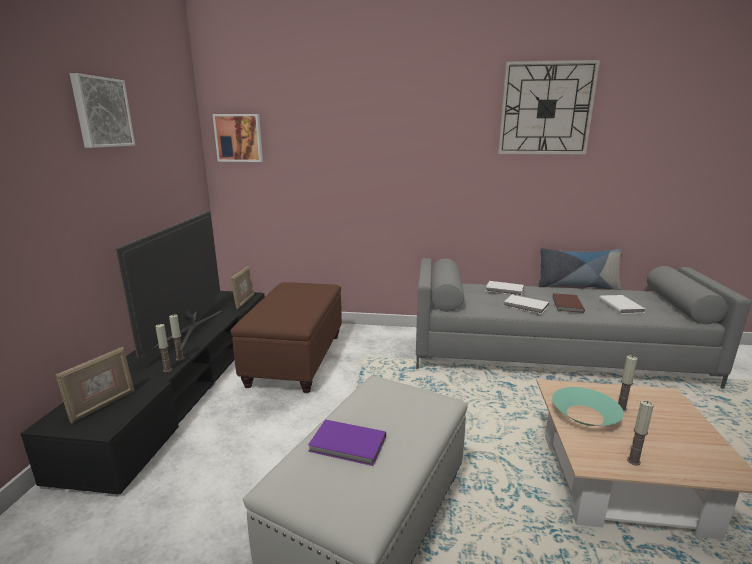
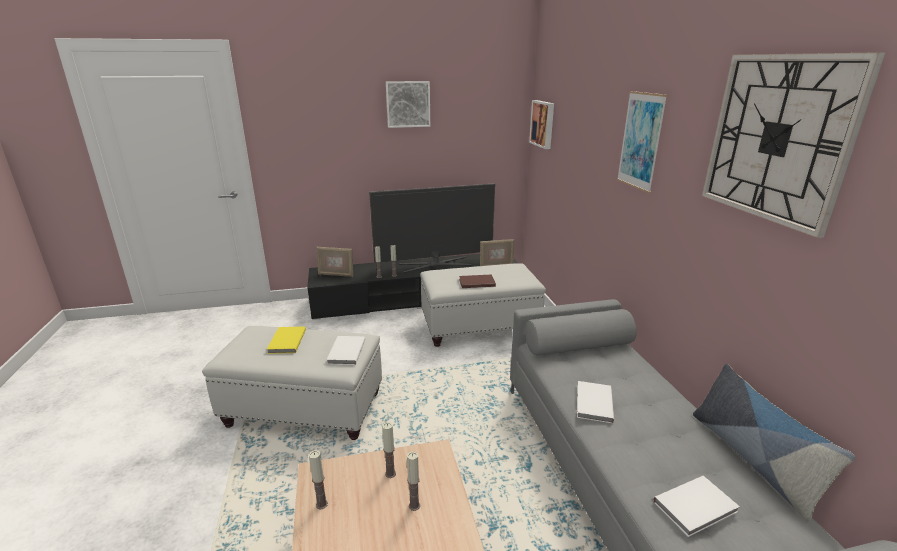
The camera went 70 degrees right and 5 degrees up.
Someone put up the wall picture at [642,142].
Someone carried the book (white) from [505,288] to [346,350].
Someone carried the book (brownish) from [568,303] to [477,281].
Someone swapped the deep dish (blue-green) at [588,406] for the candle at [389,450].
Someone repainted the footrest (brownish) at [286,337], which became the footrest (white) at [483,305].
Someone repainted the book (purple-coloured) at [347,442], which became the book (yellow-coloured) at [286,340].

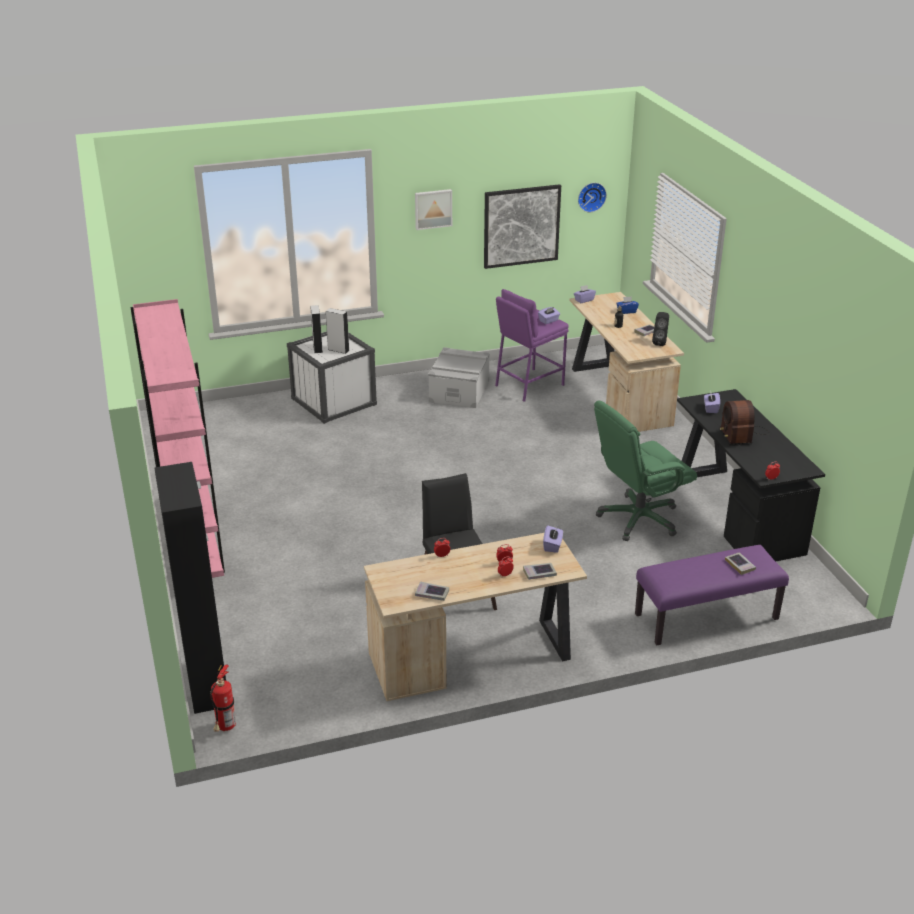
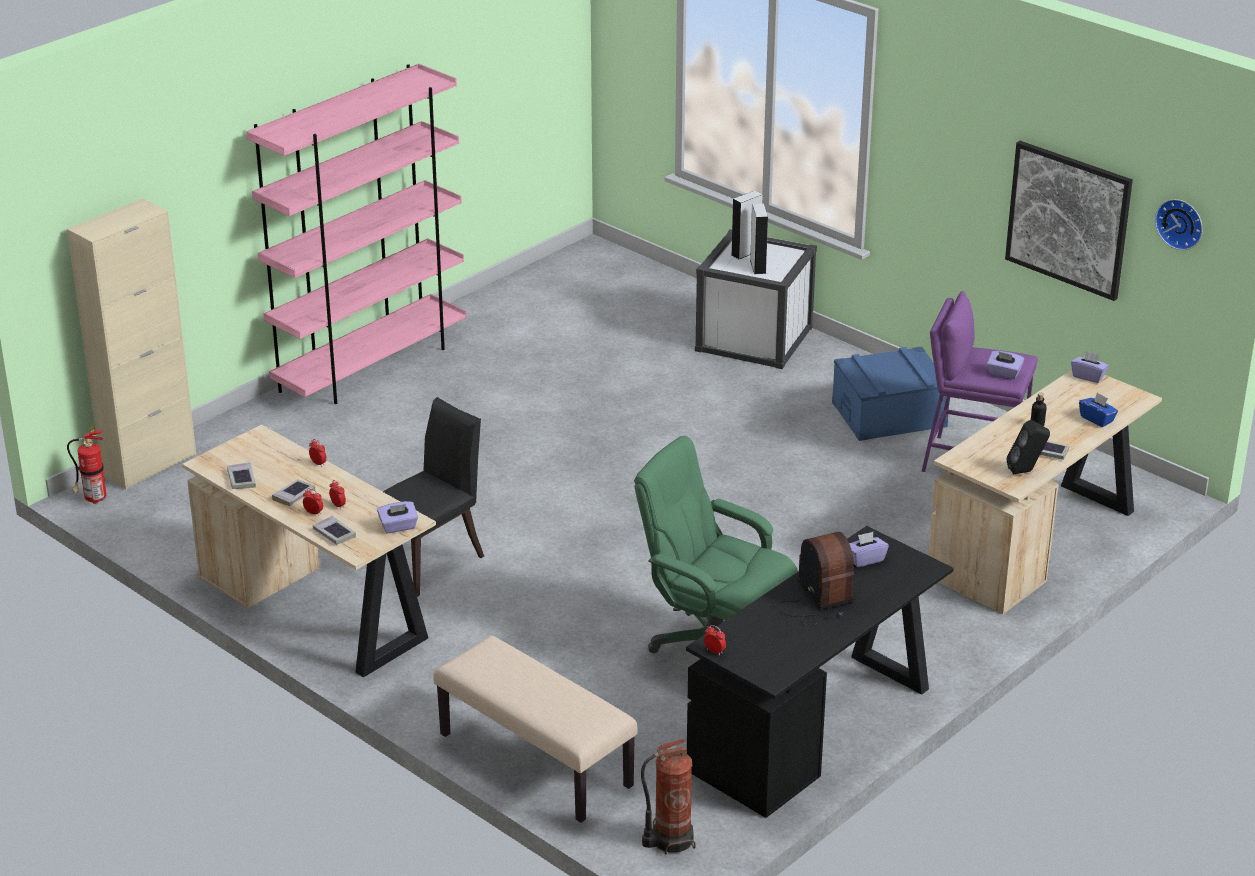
The camera went 60 degrees right and 0 degrees up.
Someone took away the wall picture at [433,209].
Someone put down the fire extinguisher at [668,797].
Someone carried the book from [740,563] to [293,492].
Someone repainted the cabinet (black) at [190,588], which became the cabinet (sand-coloured) at [131,344].
Someone repainted the storage box (gray) at [459,377], which became the storage box (blue) at [890,393].
Someone repainted the indoor bench (purple-coloured) at [712,595], which became the indoor bench (sand-coloured) at [535,729].
Someone rotated the radio at [745,423] by 105 degrees clockwise.

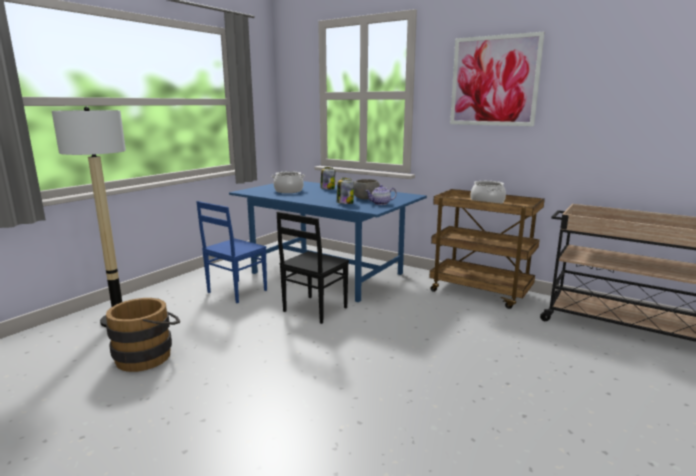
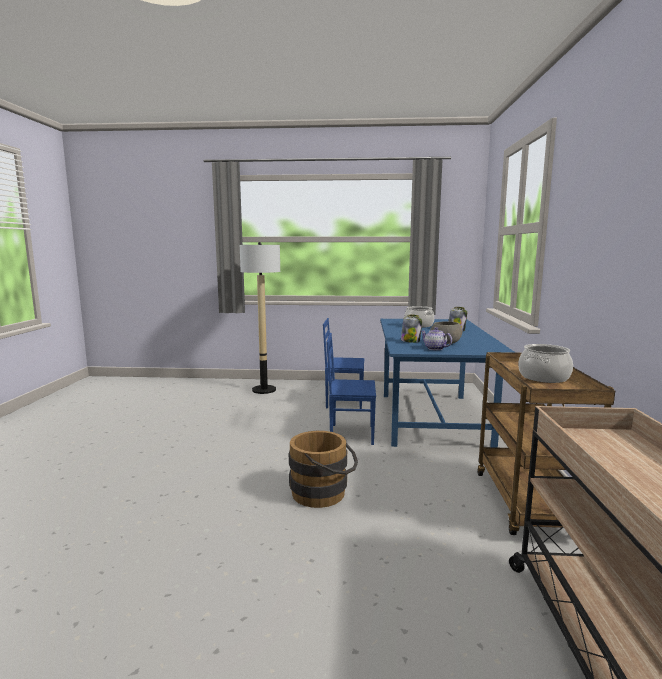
The camera went 60 degrees right and 5 degrees down.
Someone took away the wall picture at [497,79].
Someone carried the water bucket (brownish) from [143,335] to [323,469].
Someone repainted the upright chair (black) at [312,268], which became the upright chair (blue) at [351,389].

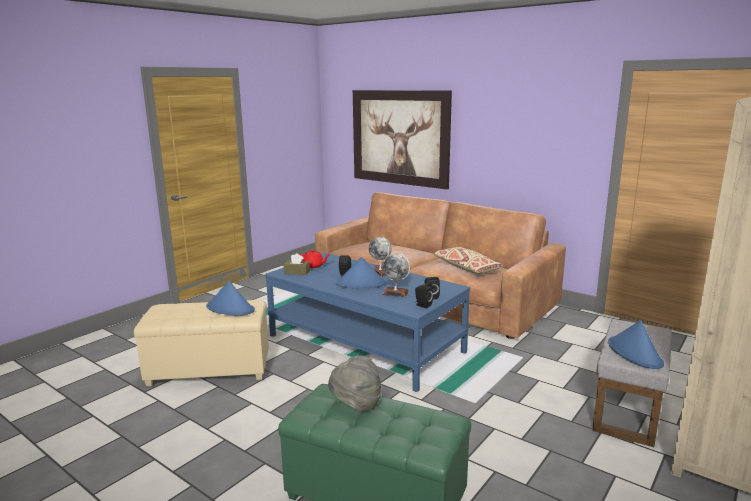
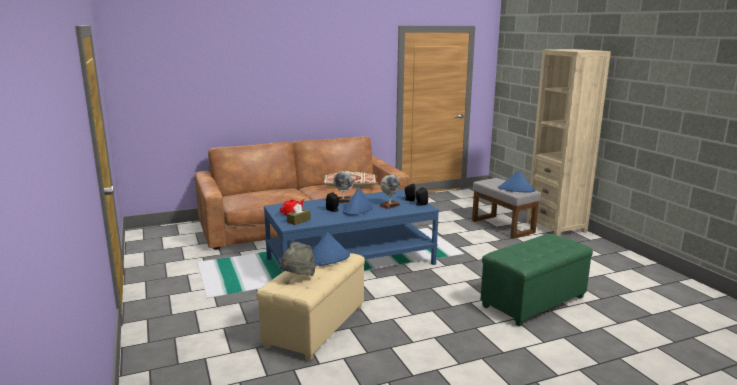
The camera went 60 degrees left and 0 degrees up.
Someone took away the wall picture at [402,139].
Someone carried the hat (gray) from [354,384] to [298,259].

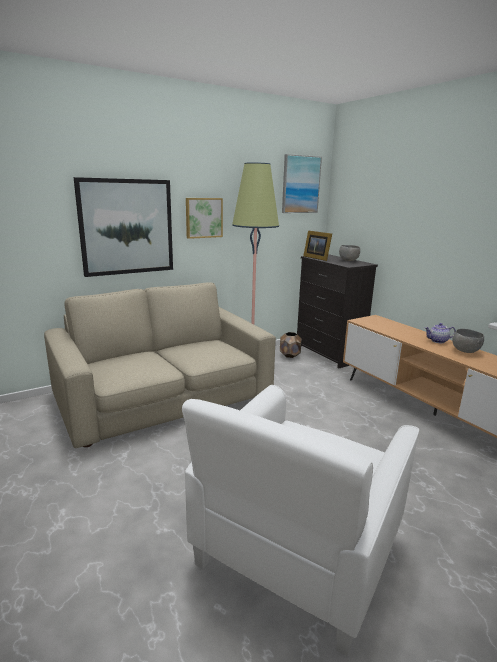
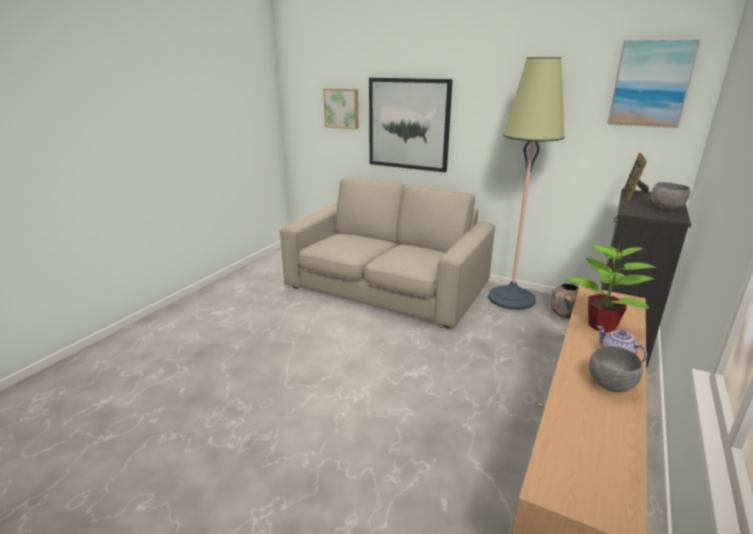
The camera went 60 degrees right and 5 degrees up.
Someone took away the armchair (white) at [300,520].
Someone put down the potted plant at [611,285].
Someone carried the wall picture from [204,218] to [341,108].

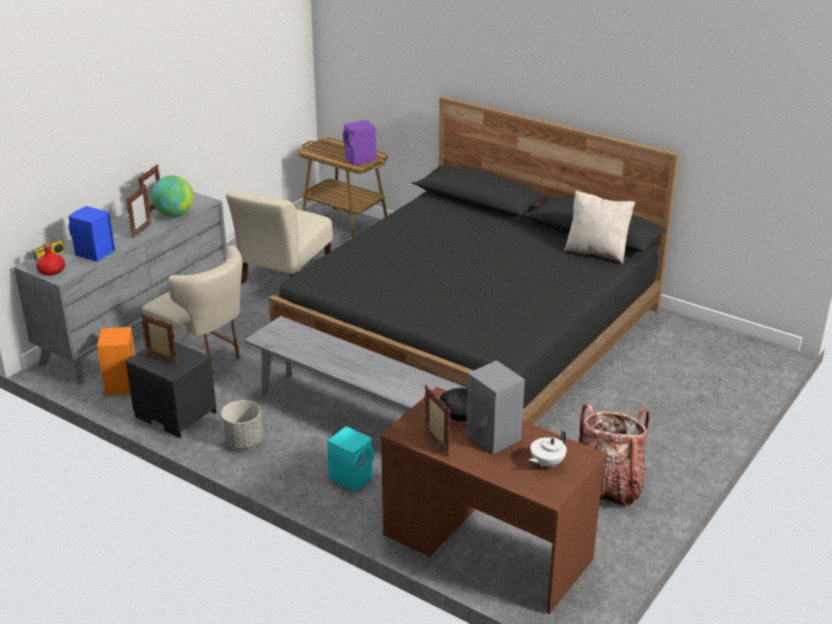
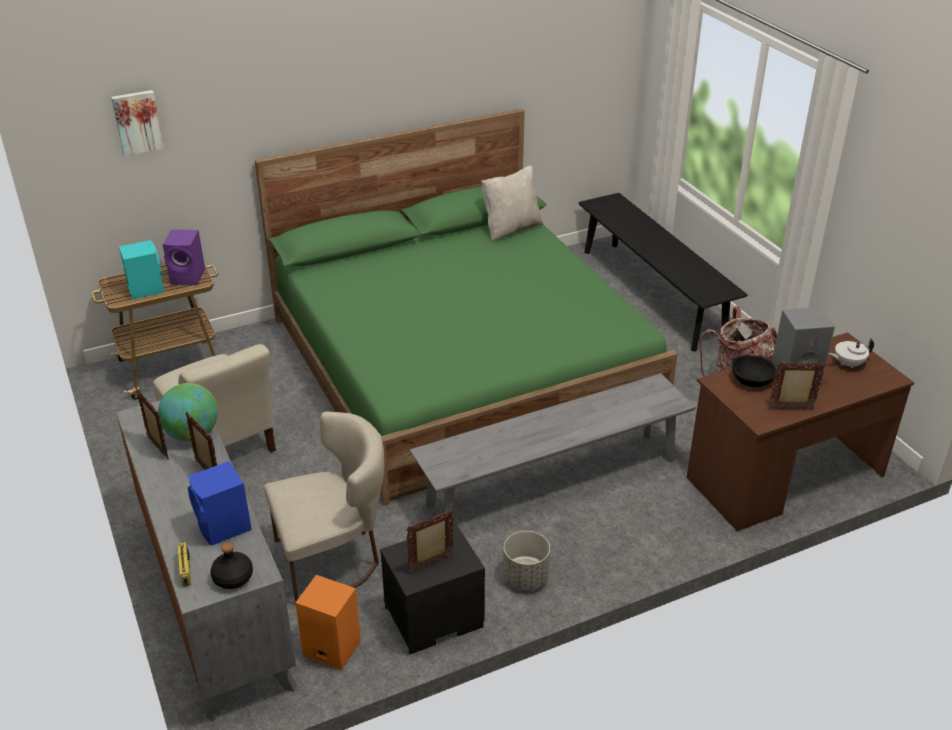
The camera went 60 degrees left and 5 degrees up.
Someone put up the wall picture at [137,123].
Someone put down the indoor bench (black) at [663,272].
Someone carried the loudspeaker (blue-green) from [350,458] to [141,269].
Someone repainted the beverage bottle (red) at [50,259], which became the beverage bottle (black) at [231,566].
Someone repainted the sleeping bed (black) at [474,260], which became the sleeping bed (green) at [466,307].
Someone rotated the tea pot (white) at [548,449] by 90 degrees clockwise.

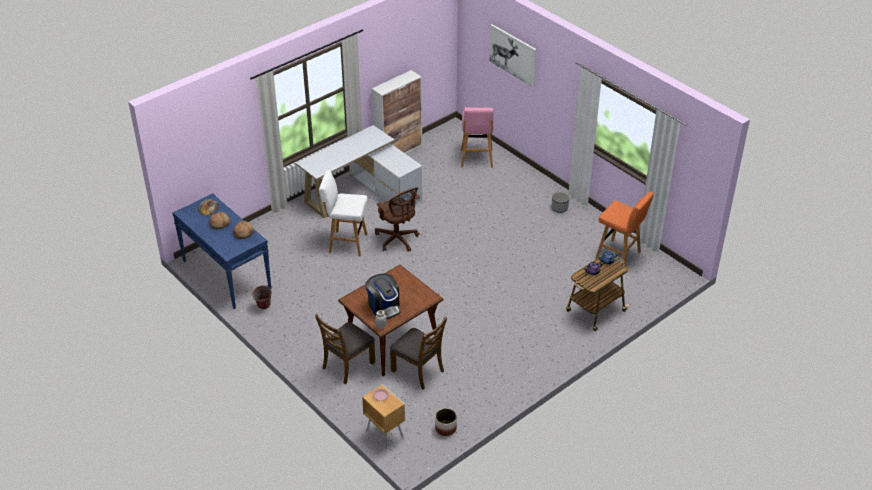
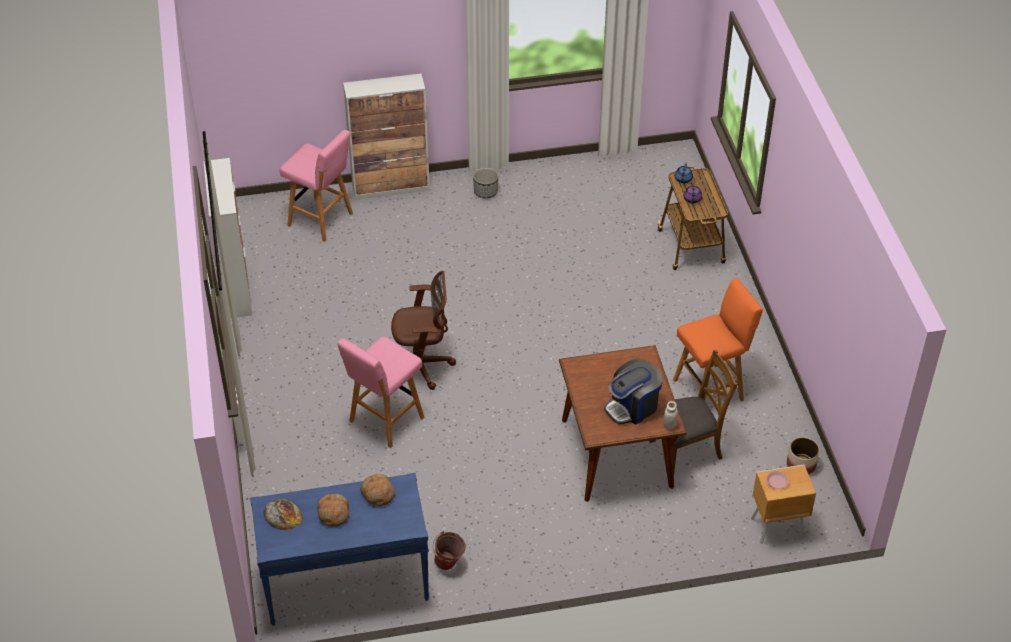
The camera went 60 degrees left and 5 degrees up.
Someone took away the desk (white) at [359,171].
Someone took away the upright chair (brownish) at [345,349].
Someone took away the wall picture at [512,55].
Someone put down the cabinet at [386,137].
Someone carried the stool seat (orangey) from [625,228] to [718,340].
Someone repainted the stool seat (white) at [343,213], which became the stool seat (pinkish) at [381,392].
Someone rotated the coffee machine at [382,296] by 150 degrees clockwise.

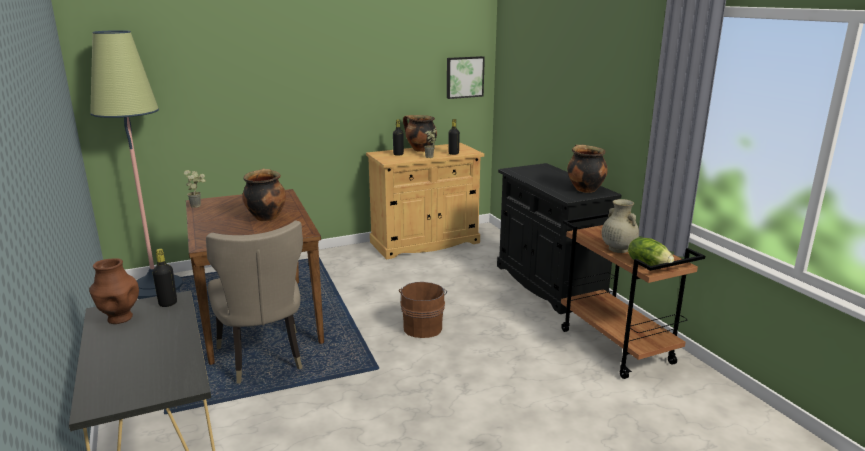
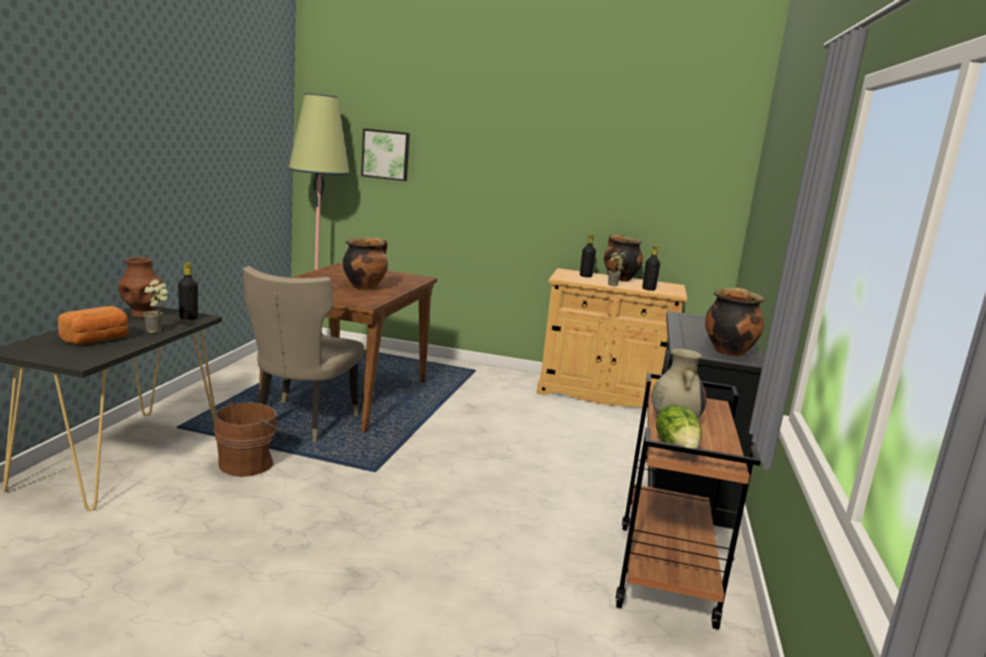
The camera went 35 degrees right and 5 degrees down.
Someone put down the bakery bread at [93,325].
Someone carried the potted plant from [195,189] to [156,306].
Someone carried the water bucket (brownish) from [423,310] to [248,439].
Someone carried the wall picture from [466,77] to [385,155].

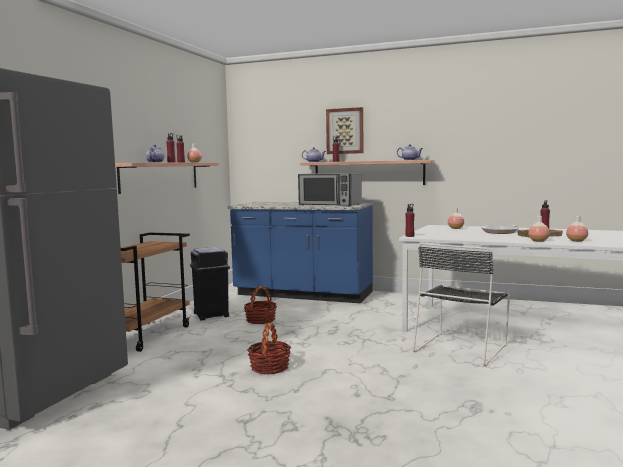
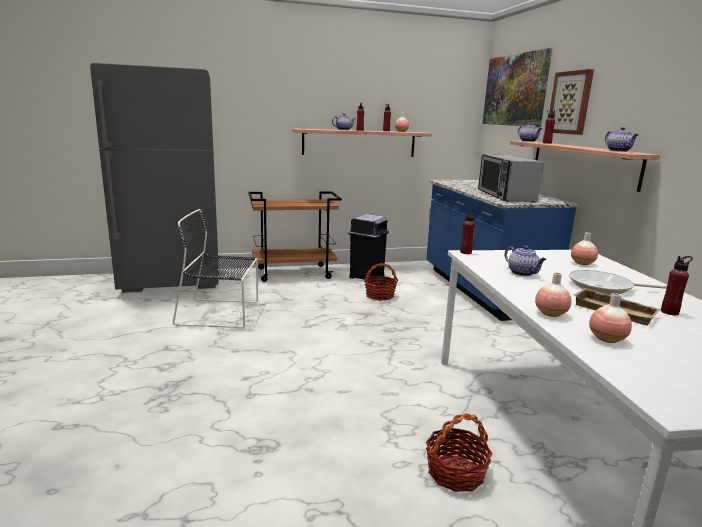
The camera went 55 degrees right and 10 degrees up.
Someone put up the wall picture at [517,87].
Someone put down the tea pot at [526,260].
Someone carried the storage basket from [269,349] to [459,452].
Someone carried the upright chair (black) from [461,304] to [215,268].

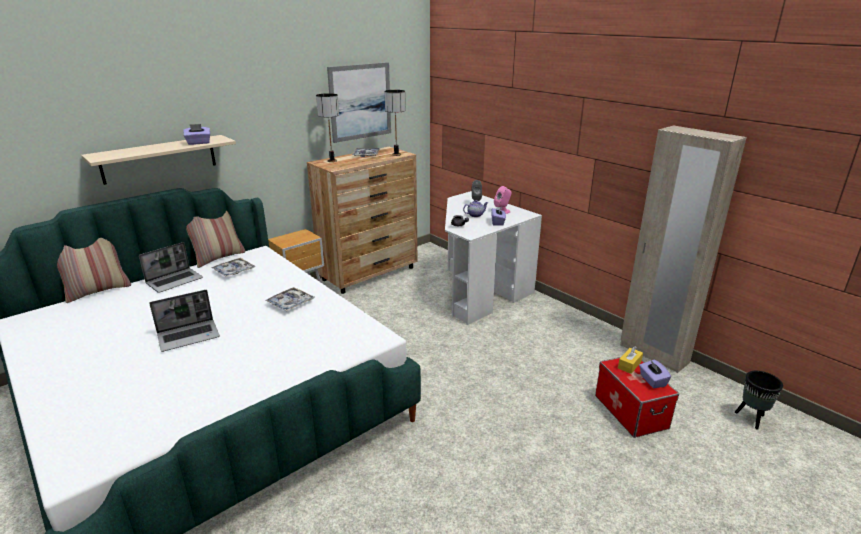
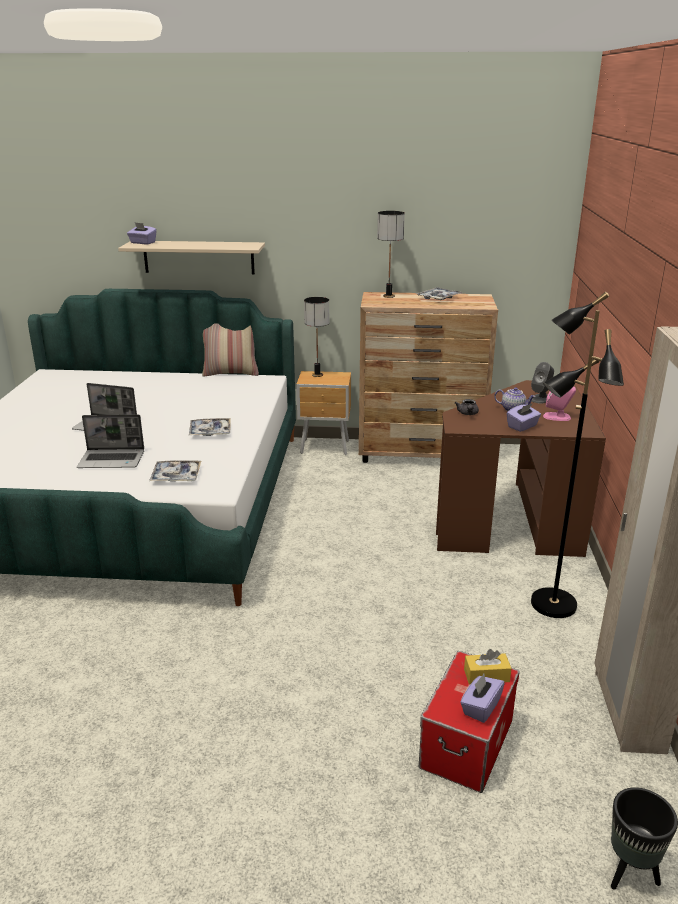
The camera went 45 degrees right and 0 degrees up.
Someone took away the throw pillow at [94,270].
Someone took away the wall picture at [359,102].
Someone put down the floor lamp (black) at [577,455].
Someone carried the portable computer from [171,267] to [110,441].
Someone carried the tissue box (purple-coloured) from [196,134] to [142,233].
Someone carried the carrying tray from [233,267] to [175,470].
Someone carried the lamp for a table from [395,123] to [316,337].
Someone repainted the desk (white) at [493,258], which became the desk (brownish) at [521,468].

